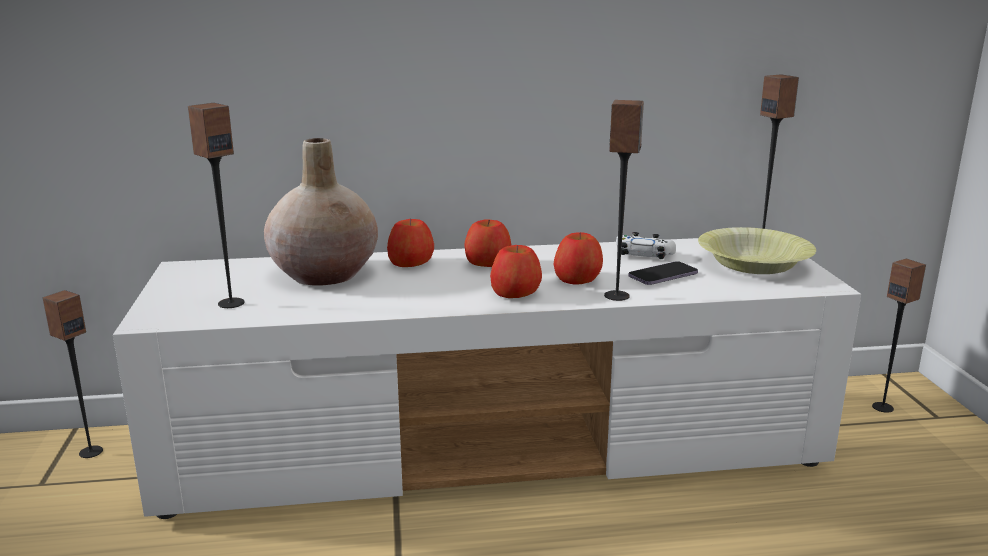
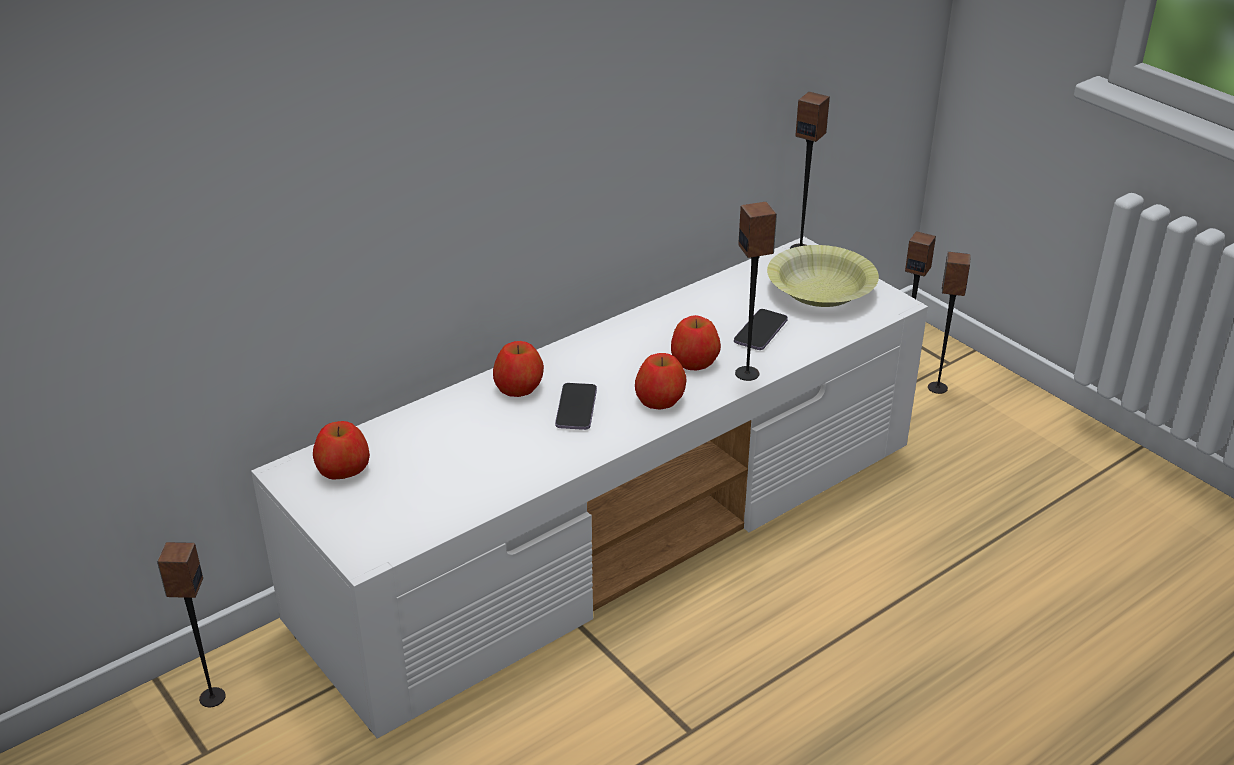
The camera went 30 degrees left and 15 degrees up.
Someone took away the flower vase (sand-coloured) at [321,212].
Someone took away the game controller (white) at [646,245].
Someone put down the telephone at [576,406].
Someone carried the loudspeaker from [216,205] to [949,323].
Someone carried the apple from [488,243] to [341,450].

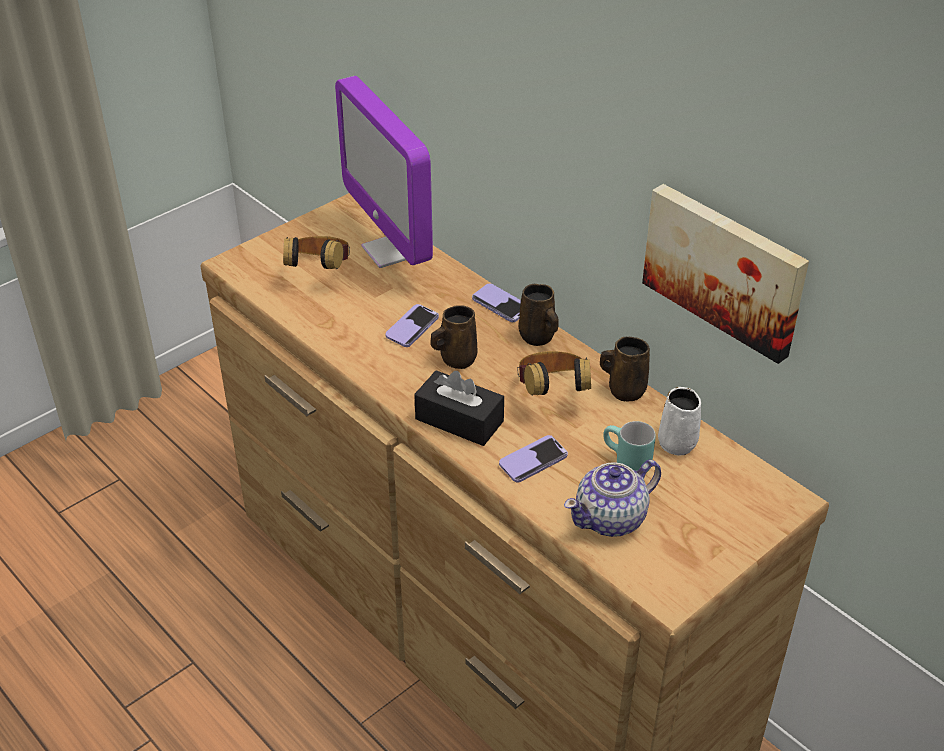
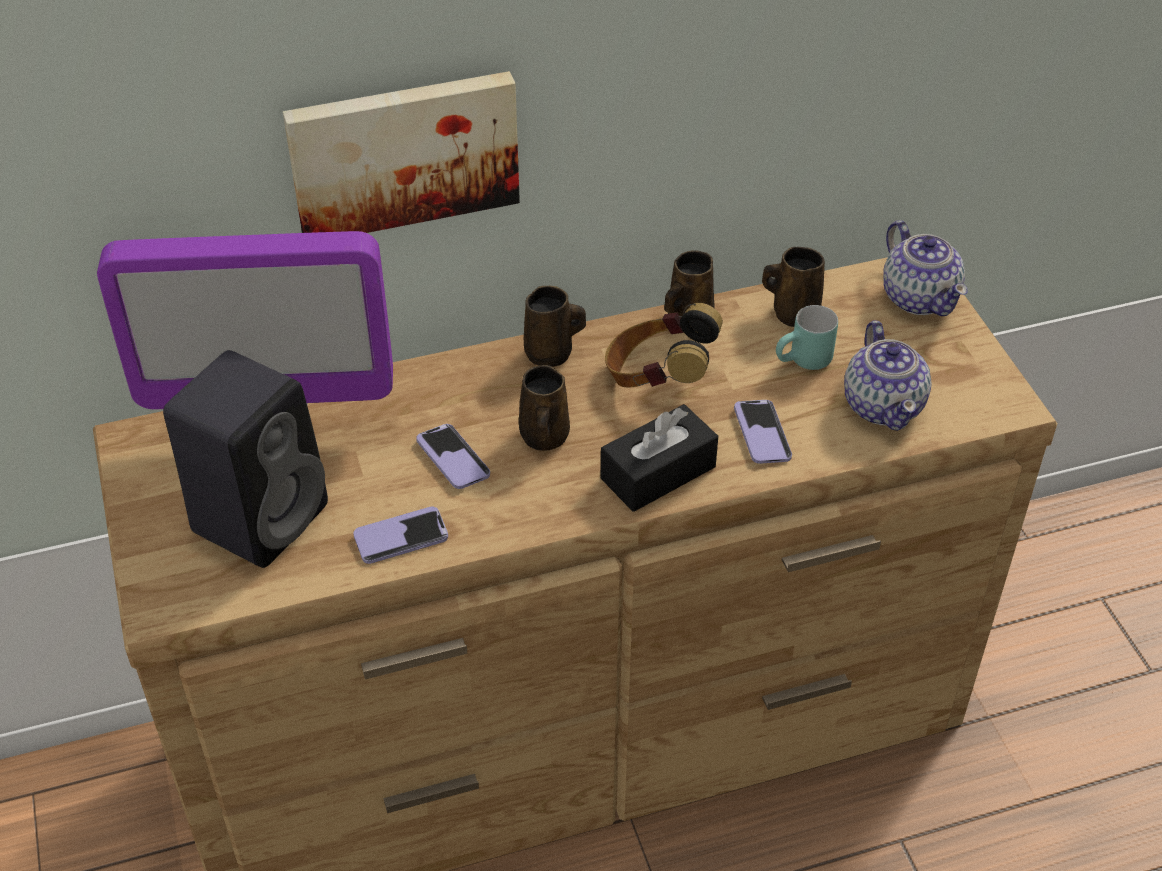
The camera went 65 degrees left and 5 degrees up.
Someone put down the tea pot at [925,268].
Someone carried the telephone from [496,302] to [400,535].
Someone carried the wall picture from [725,274] to [401,152].
Someone swapped the pair of headphones at [316,252] for the loudspeaker (black) at [245,459].
Someone repainted the coffee mug (white) at [679,421], which became the coffee mug (brownish) at [793,287].

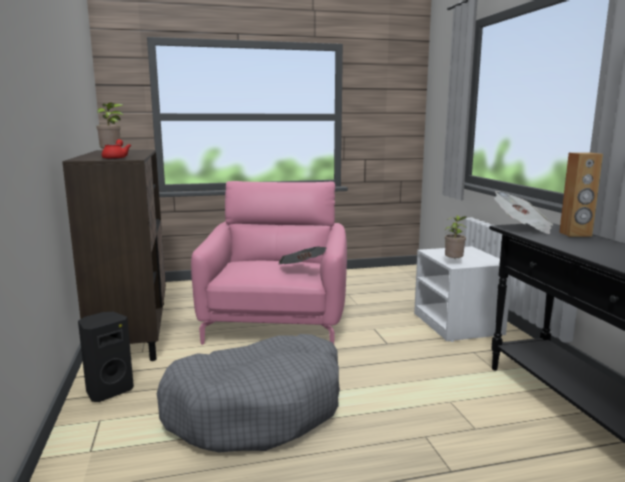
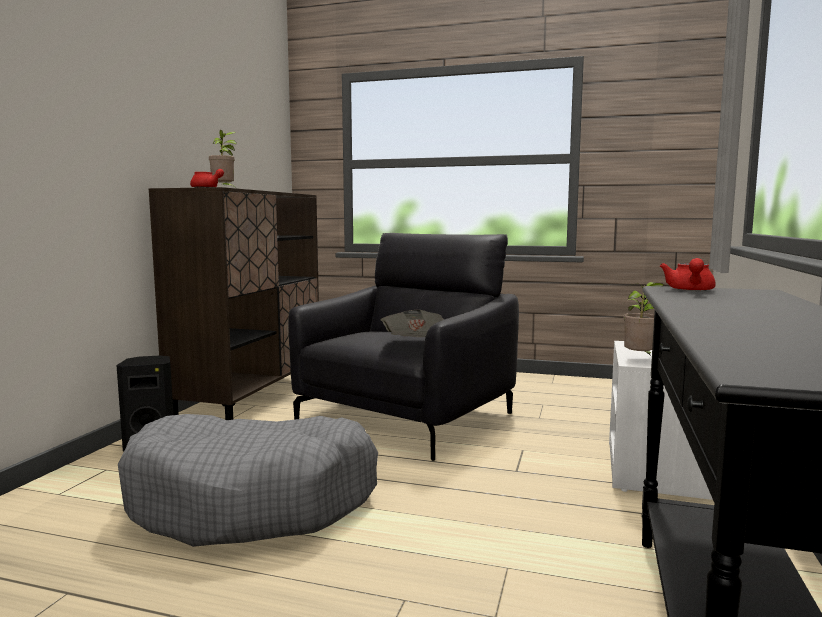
The camera went 30 degrees right and 5 degrees down.
Someone took away the loudspeaker (brownish) at [581,195].
Someone swapped the daily paper at [523,212] for the tea pot (red) at [688,274].
Someone repainted the armchair (pinkish) at [269,263], which became the armchair (black) at [403,347].

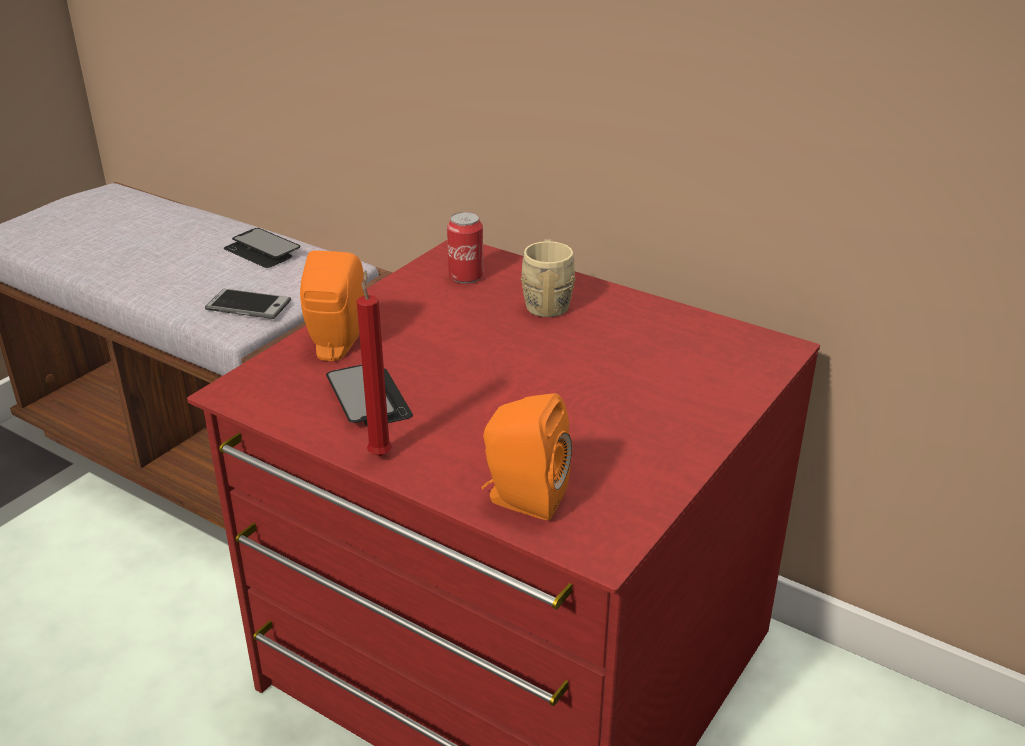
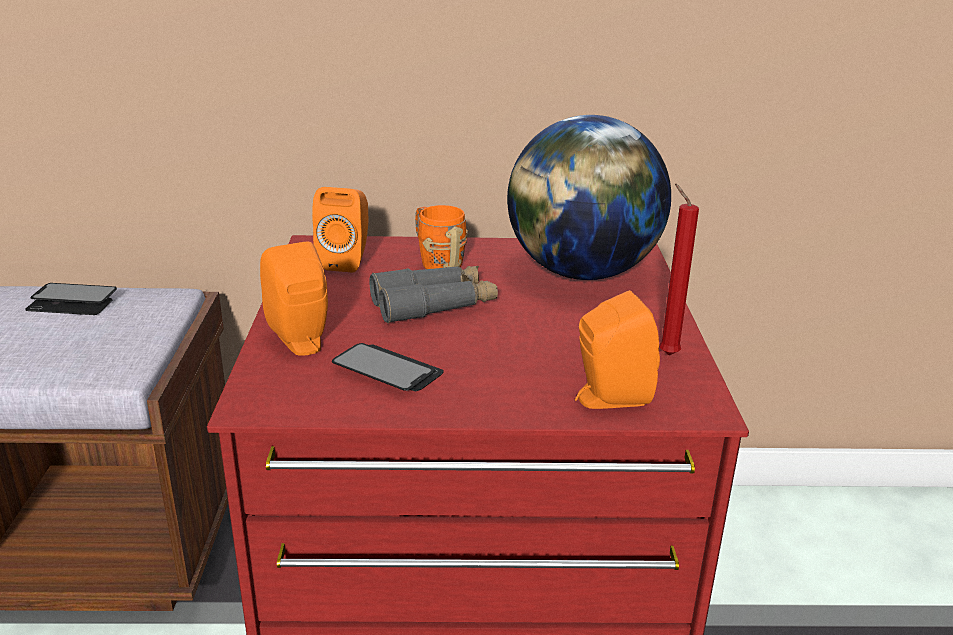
The camera went 35 degrees left and 5 degrees down.
Someone took away the telephone at [248,304].
Someone put down the field glasses (gray) at [433,294].
Someone put down the globe at [589,197].
Someone carried the candle (red) from [374,363] to [679,269].
Someone swapped the metal can at [465,248] for the loudspeaker (orangey) at [340,230].
Someone repainted the coffee mug (sand-coloured) at [548,278], which became the coffee mug (orangey) at [441,237].

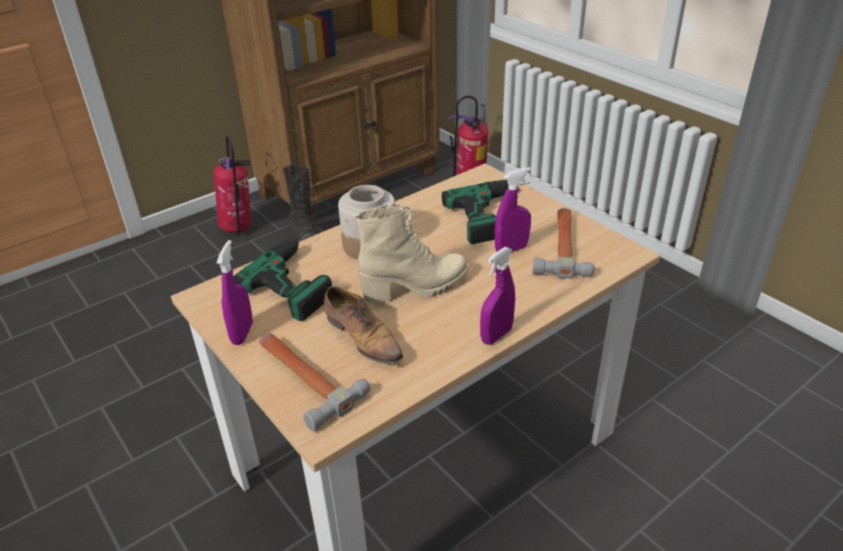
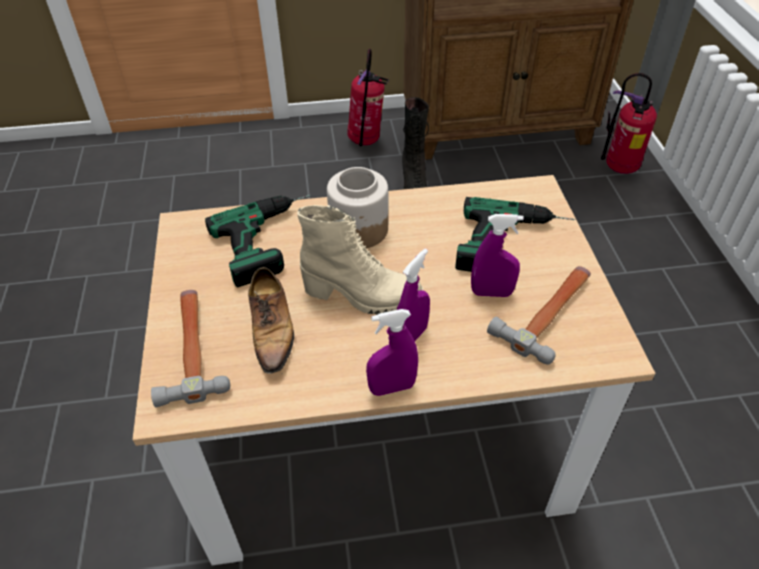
The camera went 30 degrees right and 10 degrees up.
Someone carried the spray bottle (purple-coloured) from [235,292] to [413,295].

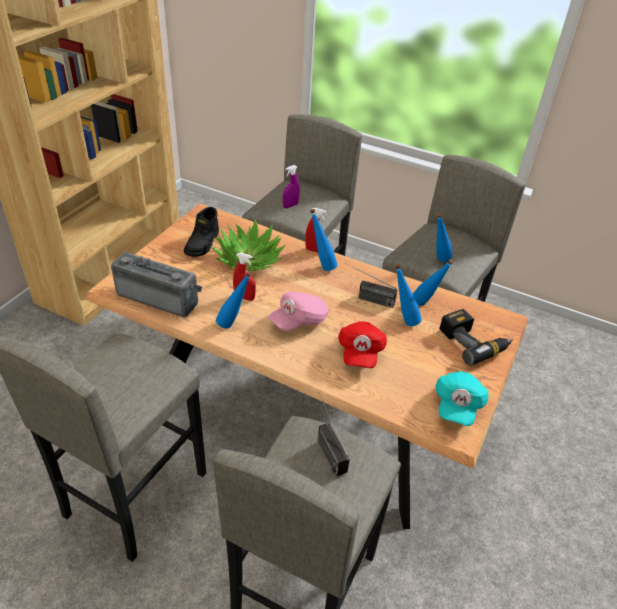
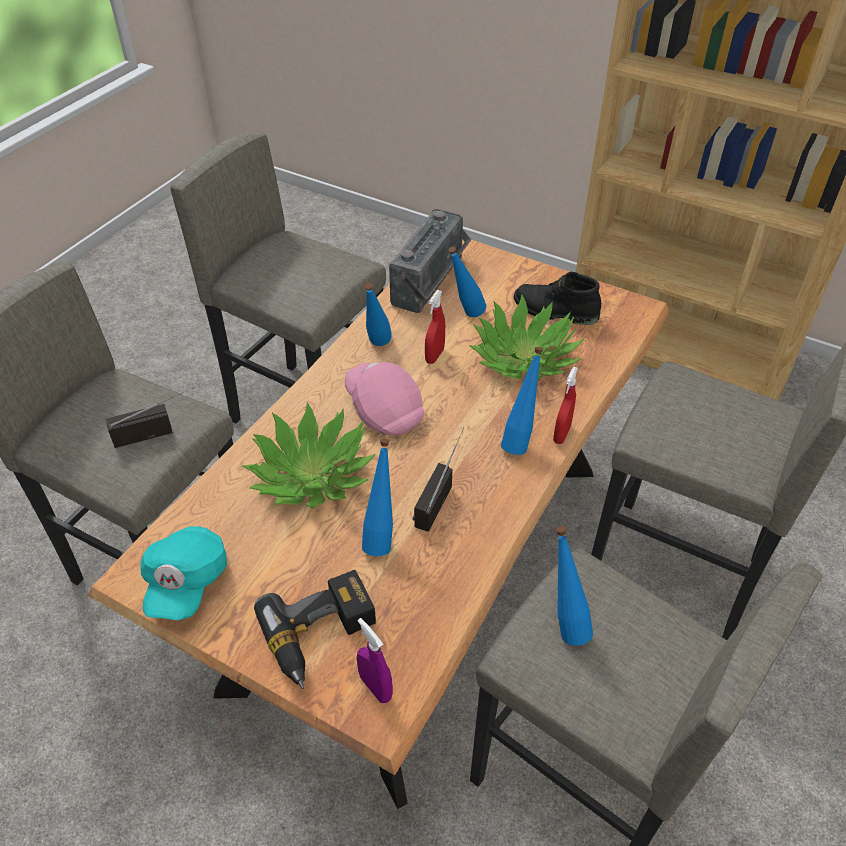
The camera went 95 degrees right and 5 degrees up.
Someone carried the spray bottle (purple-coloured) from [291,187] to [374,660].
Someone carried the beverage bottle (blue) from [433,282] to [467,281].
Someone swapped the baseball cap (red) at [362,344] for the potted plant at [309,455].
Someone rotated the baseball cap (blue-green) at [462,398] by 105 degrees counterclockwise.

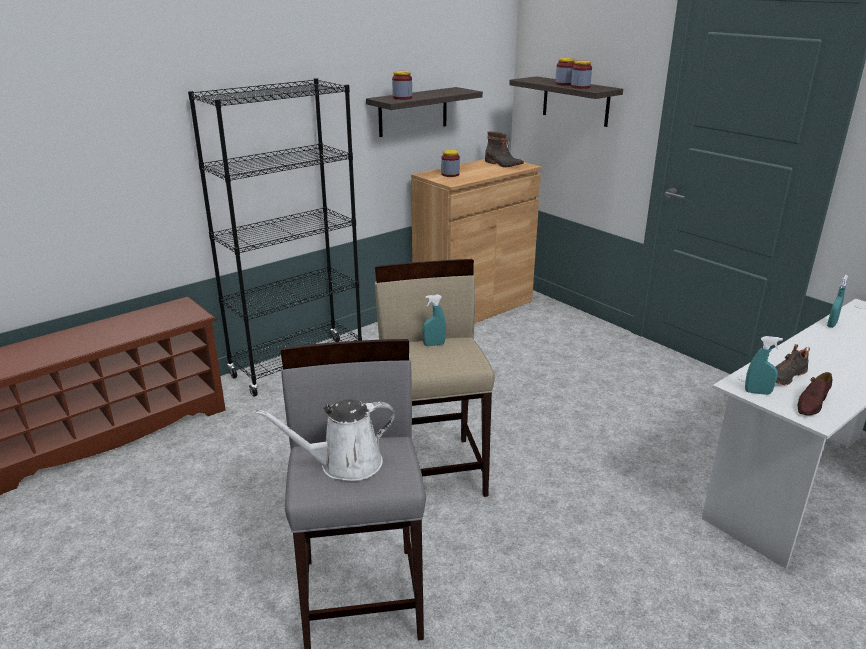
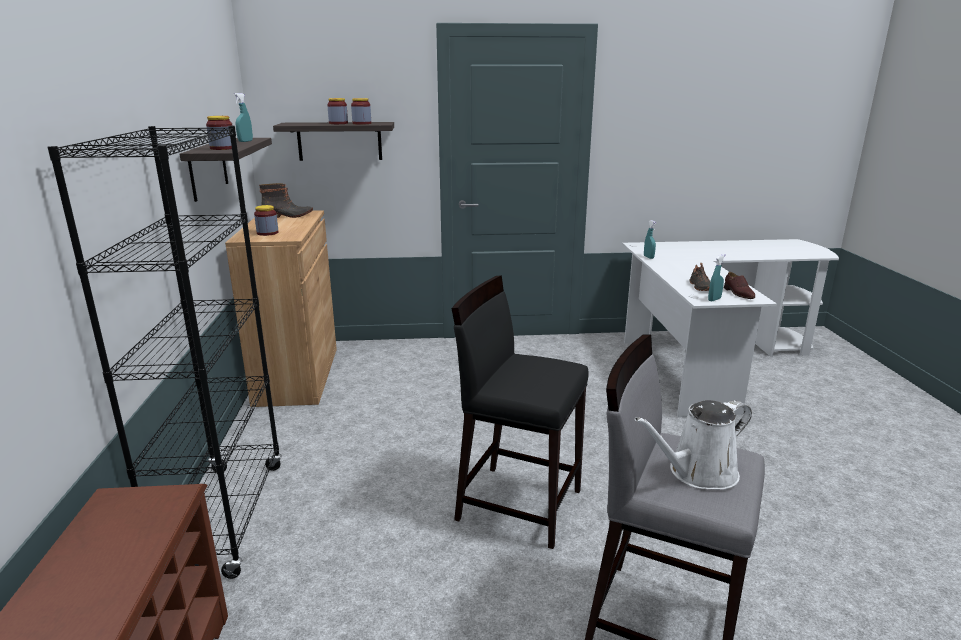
The camera went 55 degrees left and 5 degrees down.
Someone carried the spray bottle (blue-green) from [434,320] to [243,117].
Someone repainted the stool seat (sand-coloured) at [435,378], which became the stool seat (black) at [520,412].
Someone rotated the sprinkling can (white) at [326,440] by 45 degrees clockwise.

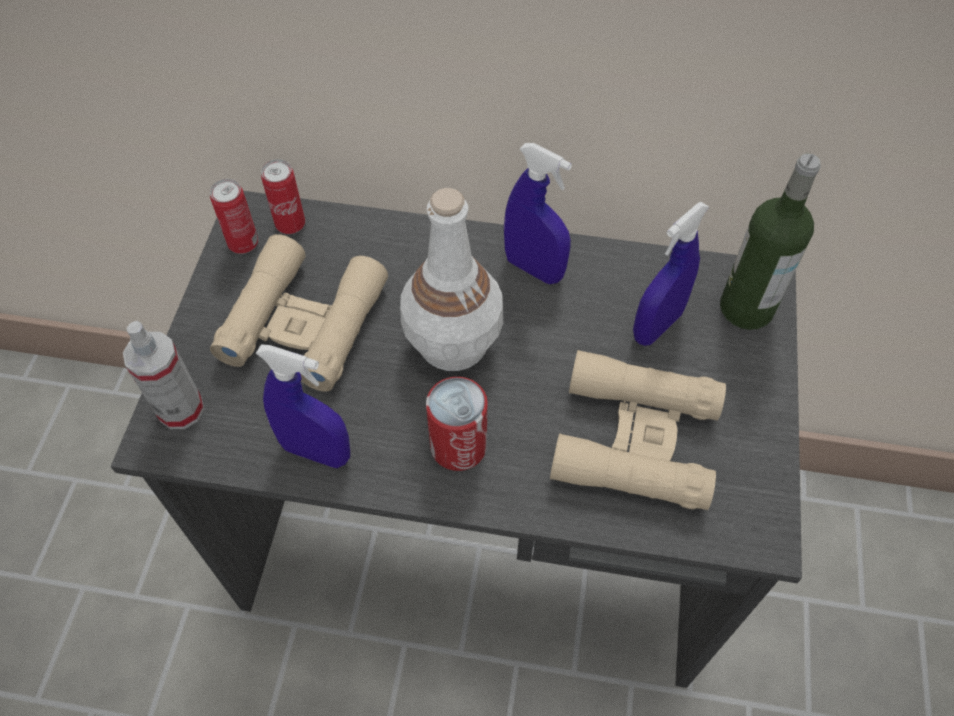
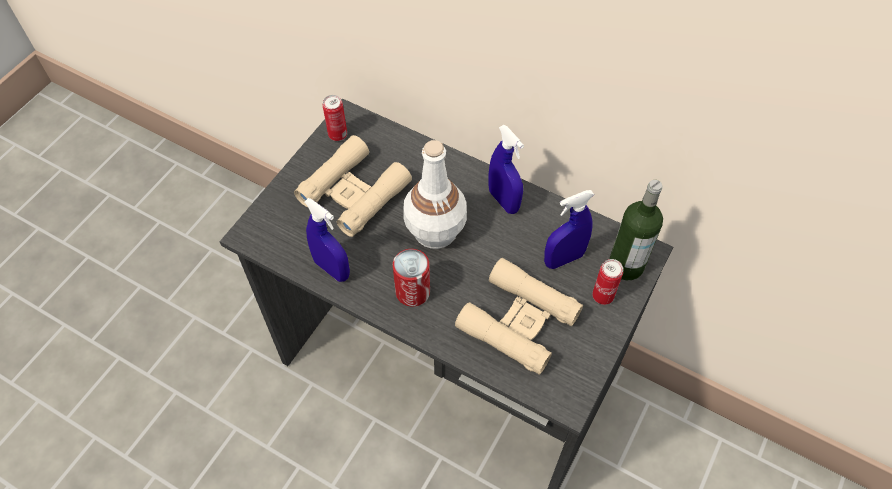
The camera went 20 degrees right and 0 degrees up.
Someone took away the spray bottle at [163,375].
Someone carried the metal can from [283,196] to [607,282].

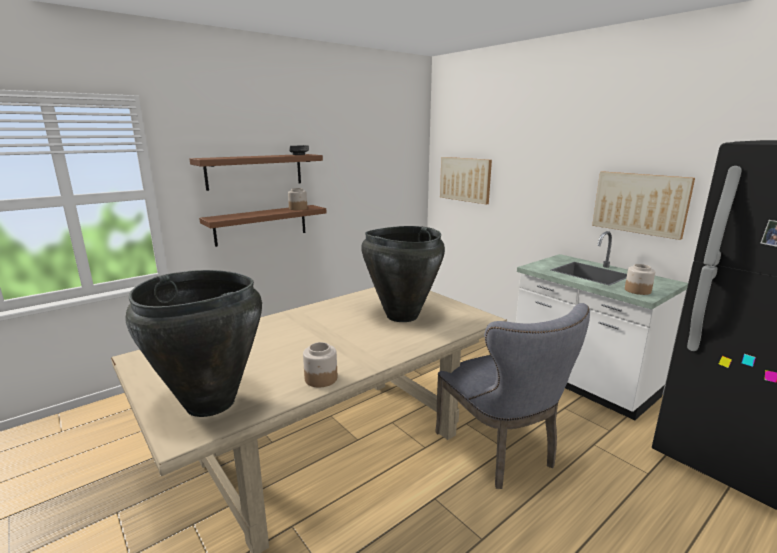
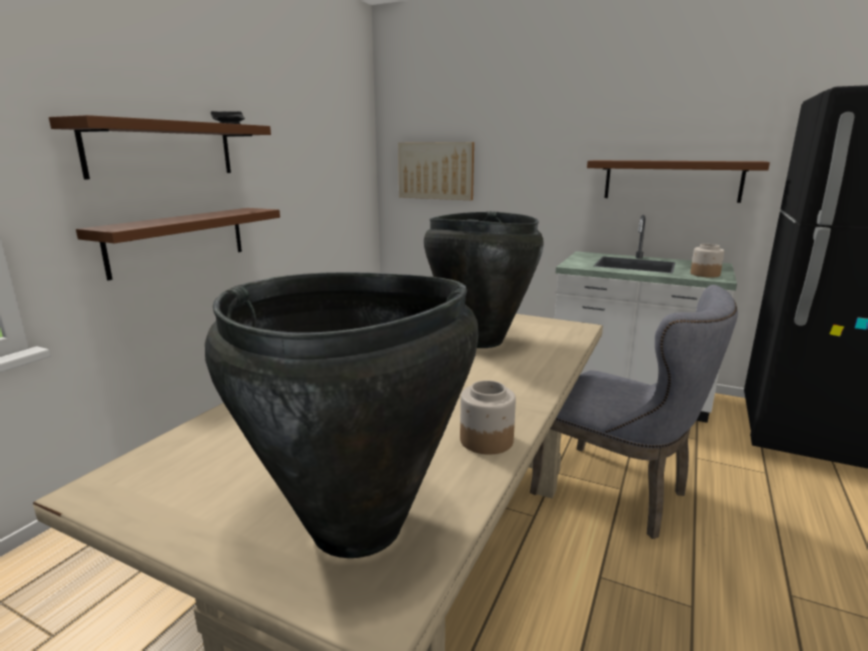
The camera went 25 degrees left and 0 degrees up.
Someone took away the storage jar at [297,199].
Someone swapped the wall picture at [643,205] for the shelf (brownish) at [678,181].

